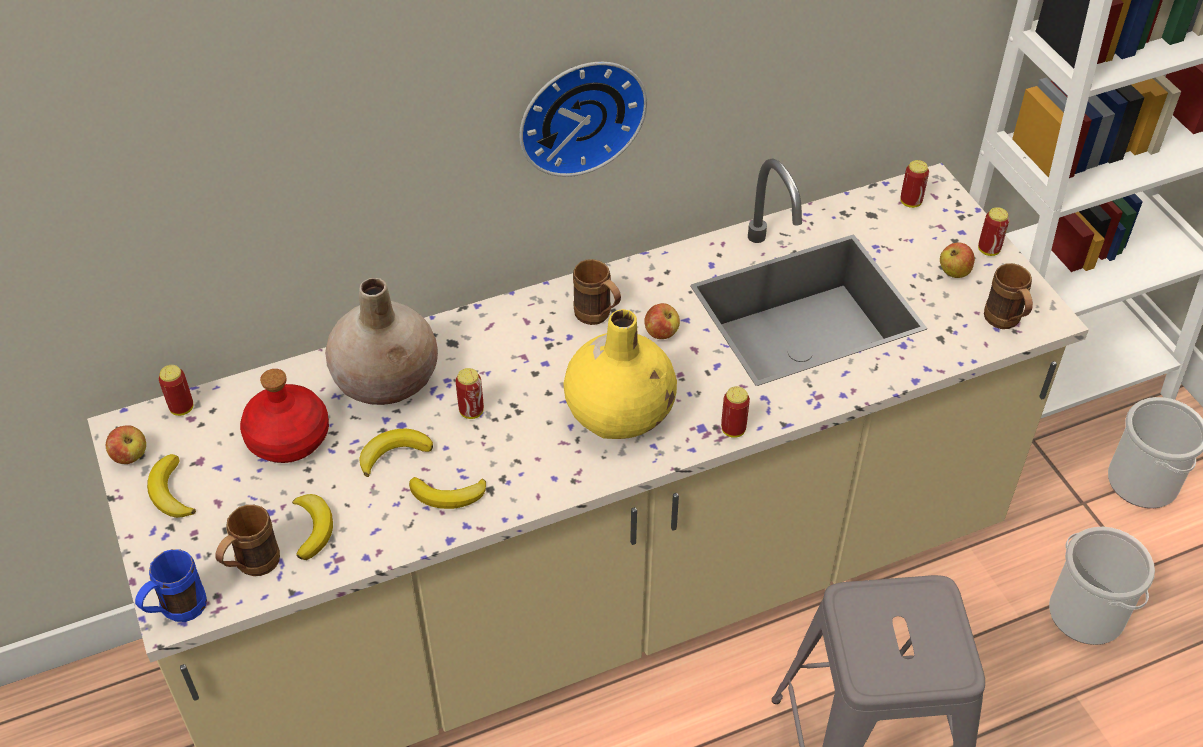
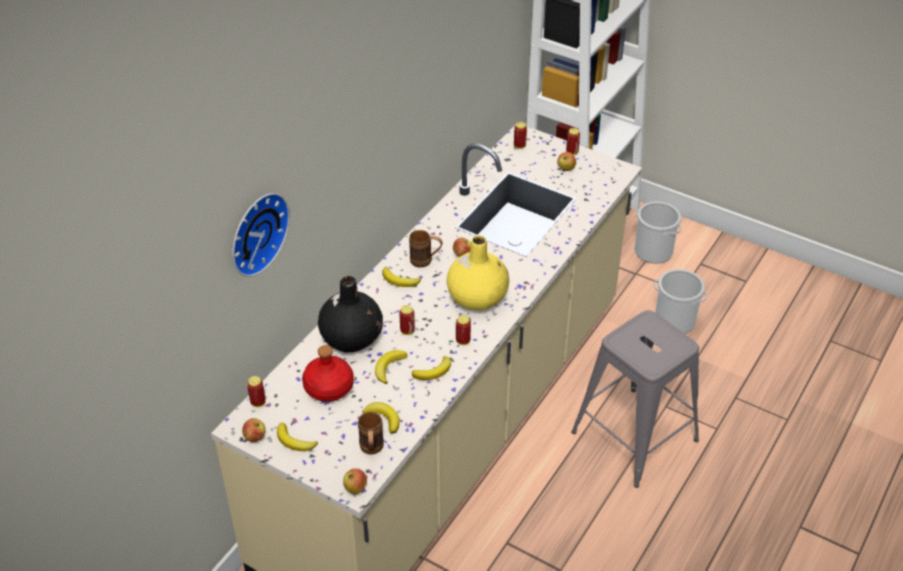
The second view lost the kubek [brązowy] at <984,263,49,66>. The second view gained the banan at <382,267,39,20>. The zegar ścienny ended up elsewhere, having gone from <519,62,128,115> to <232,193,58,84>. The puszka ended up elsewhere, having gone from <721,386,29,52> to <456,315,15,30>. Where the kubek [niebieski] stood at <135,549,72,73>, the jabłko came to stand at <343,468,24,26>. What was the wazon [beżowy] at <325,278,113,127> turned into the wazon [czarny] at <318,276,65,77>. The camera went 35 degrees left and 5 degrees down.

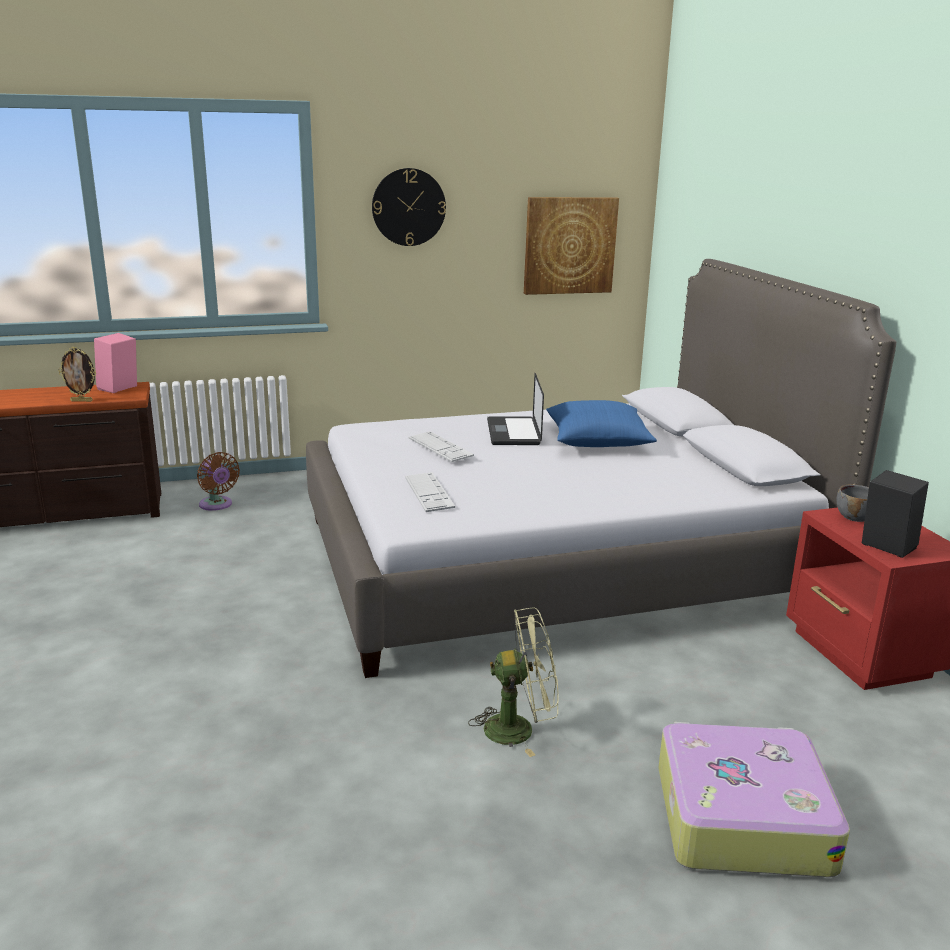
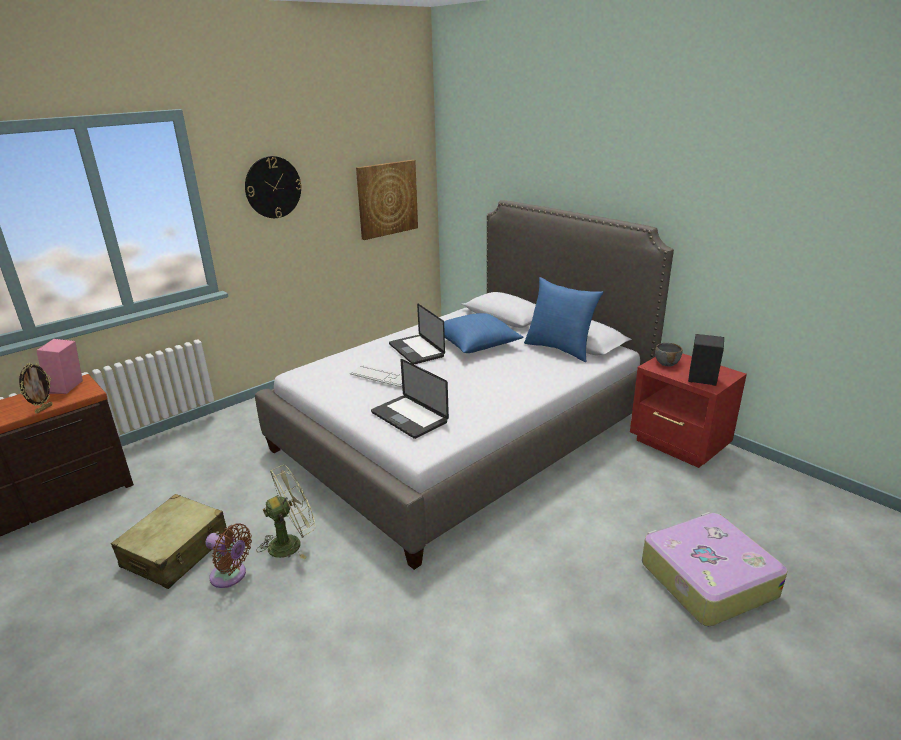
The second view gained the walizka [beżowy] at <111,494,116,95>. The second view gained the poduszka [niebieski] at <524,277,79,85>. The wentylator [brązowy] ended up elsewhere, having gone from <197,452,43,59> to <205,523,47,65>. The wentylator [zielony] ended up elsewhere, having gone from <468,607,91,150> to <256,465,60,94>. Where the klawiatura stood at <405,472,50,40>, the laptop came to stand at <371,359,78,80>. The ramka na zdjęcie at <58,347,38,55> ended up facing another way, 45 degrees counterclockwise from before. The camera went 25 degrees left and 5 degrees up.

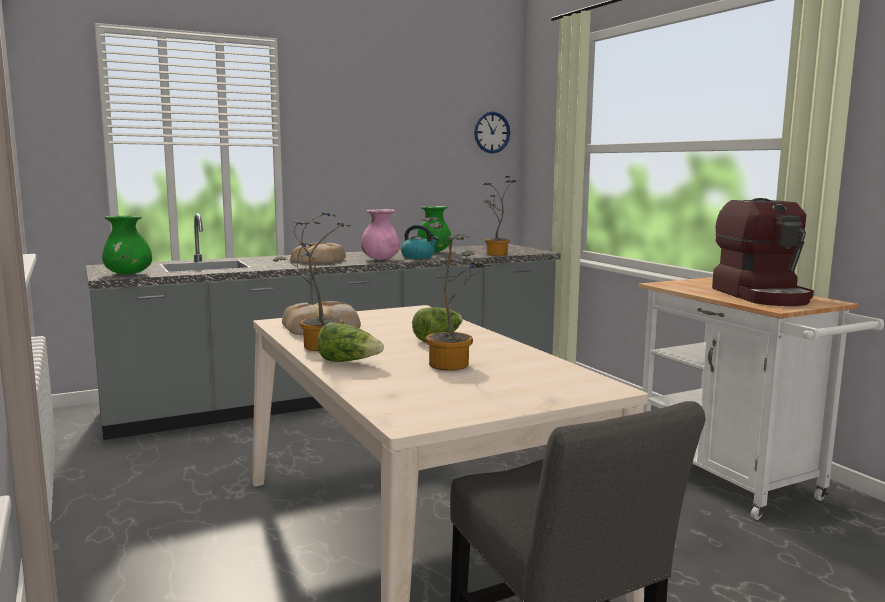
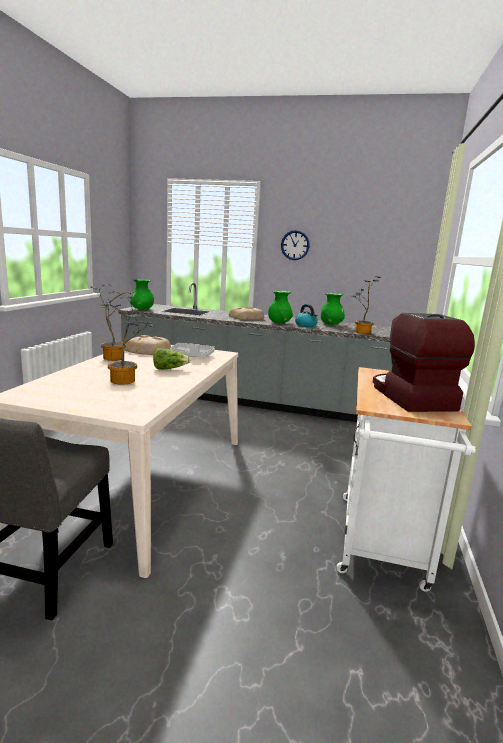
The second view lost the sałata at <317,322,67,40>. The second view gained the taca [szary] at <170,343,45,15>. The zegar ścienny ended up elsewhere, having gone from <474,111,36,43> to <281,230,29,30>. What was the wazon [różowy] at <361,209,39,51> turned into the wazon [zielony] at <268,290,25,33>. The ekspres do kawy at <712,198,102,108> ended up facing another way, 135 degrees clockwise from before. The camera went 40 degrees right and 5 degrees up.

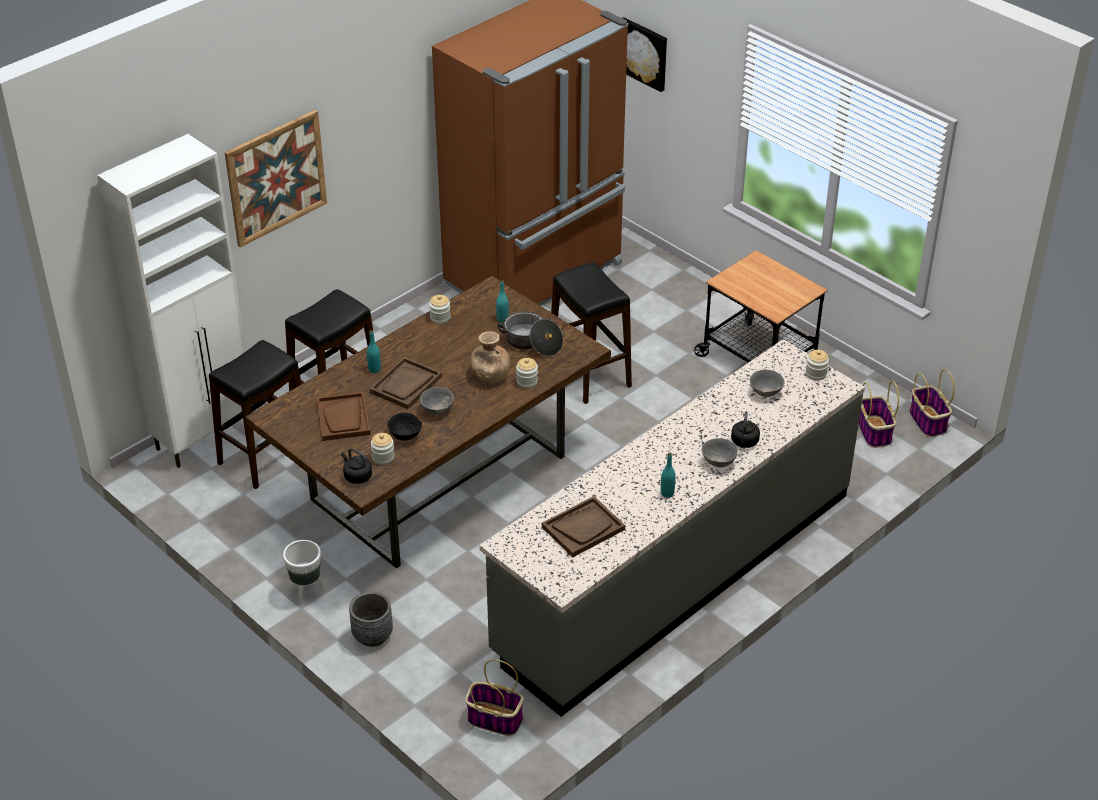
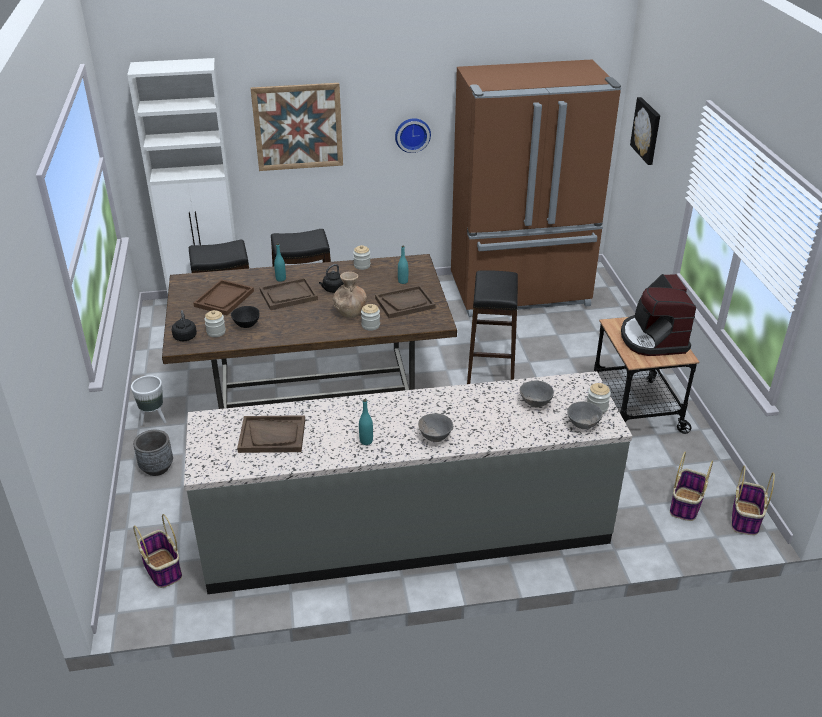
The second view gained the zegar ścienny at <395,118,36,35>. The second view gained the ekspres do kawy at <621,274,75,82>. The miska [szary] ended up elsewhere, having gone from <420,387,34,28> to <567,402,36,27>. The czajnik [czarny] ended up elsewhere, having gone from <731,411,29,37> to <319,264,25,29>. Where the garnek stood at <497,311,66,45>, the taca [brązowy] came to stand at <375,285,61,33>. The camera went 35 degrees right and 5 degrees down.

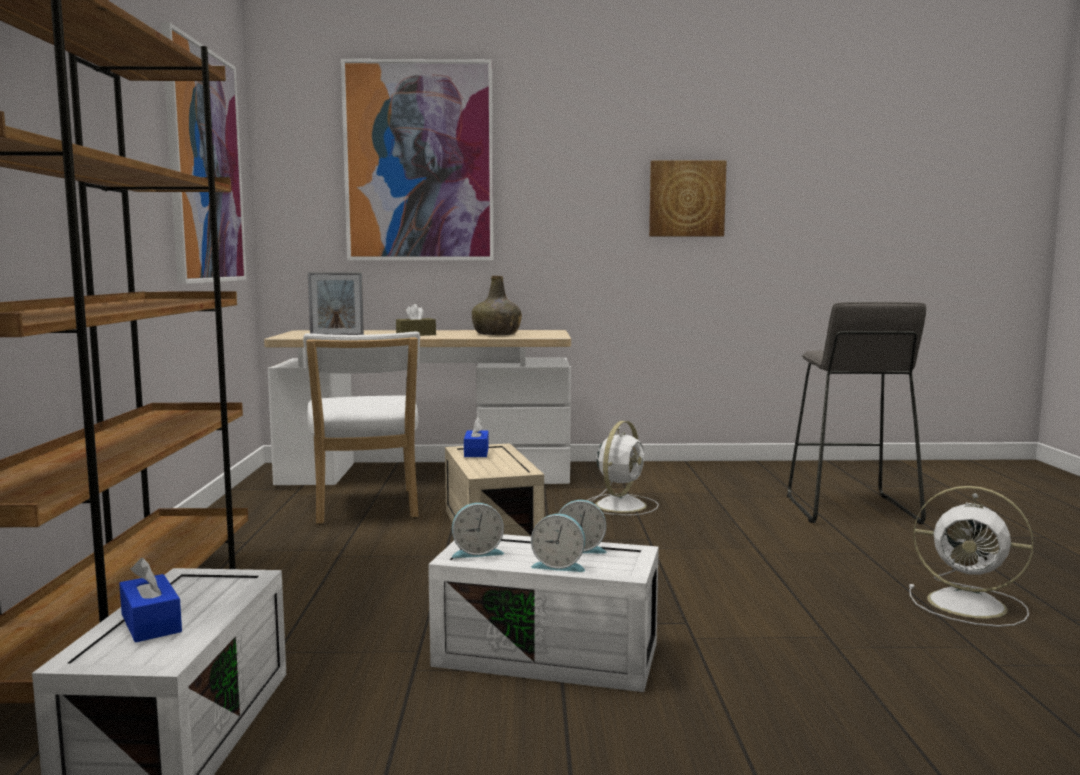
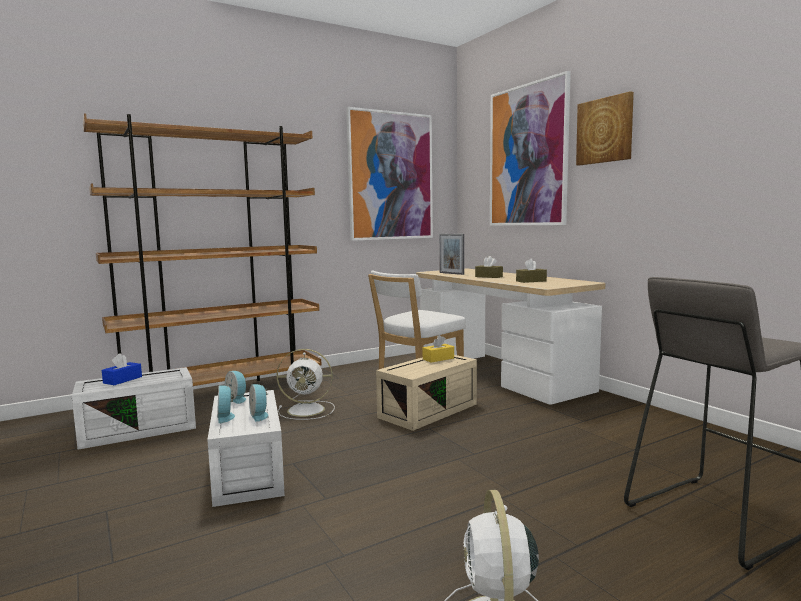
The wentylator [biały] ended up elsewhere, having gone from <587,421,72,95> to <277,349,58,71>. The obraz ended up elsewhere, having gone from <649,160,77,77> to <576,91,58,74>. Where the butelka [zielony] stood at <472,276,50,59>, the pudełko chusteczek [brązowy] came to stand at <516,258,31,25>. What was the pudełko chusteczek [niebieski] at <464,417,25,40> turned into the pudełko chusteczek [żółty] at <423,335,31,28>. The camera went 60 degrees right and 0 degrees up.

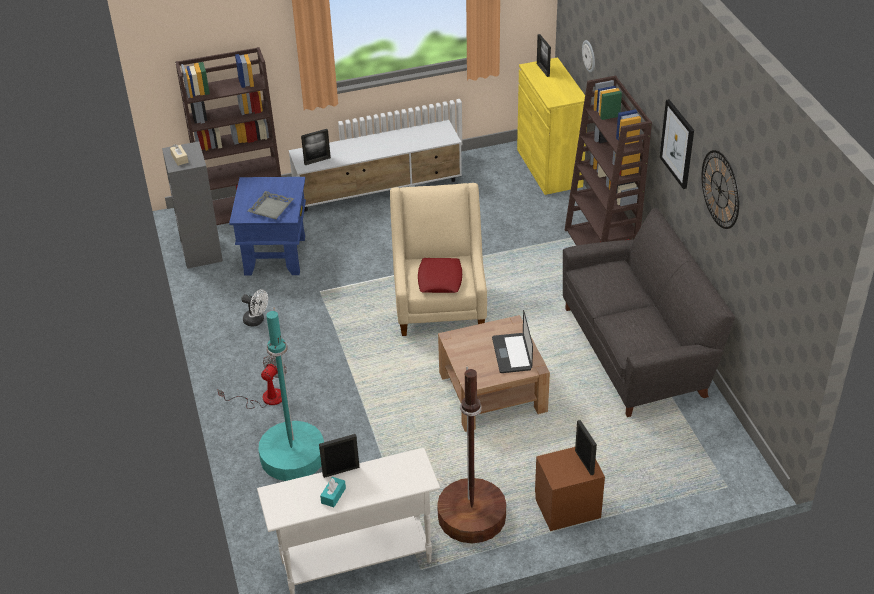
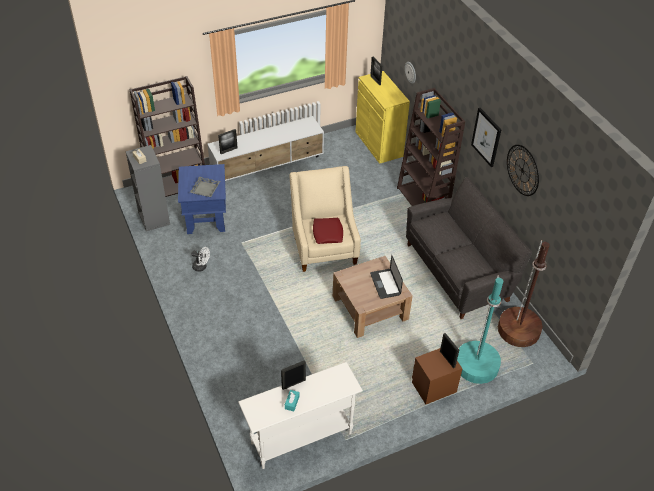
The second view lost the wentylator at <217,355,70,54>. The lampa stojąca [turkusowy] ended up elsewhere, having gone from <258,308,66,173> to <457,275,47,109>. The lampa stojąca [brązowy] ended up elsewhere, having gone from <437,366,69,177> to <498,240,52,107>. The camera went 10 degrees left and 5 degrees up.

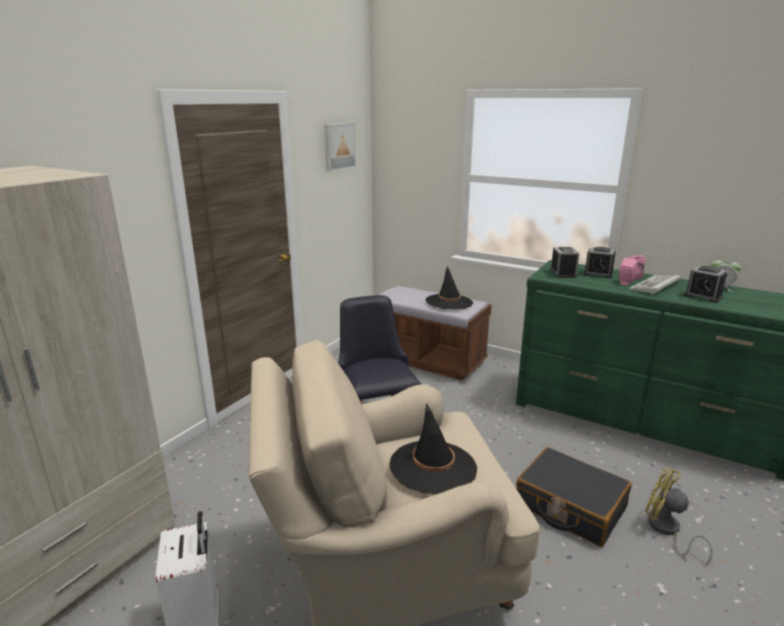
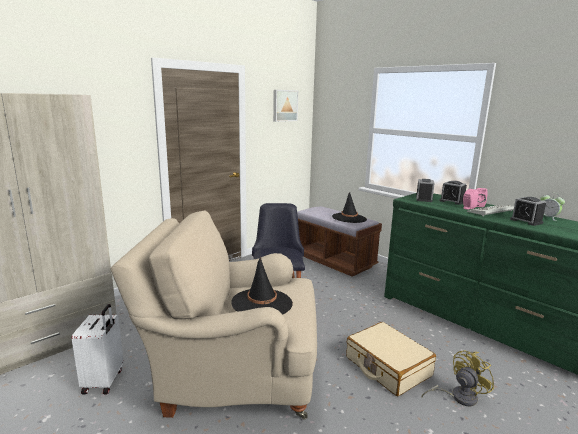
What was the walizka [czarny] at <516,447,116,100> turned into the walizka [beżowy] at <346,322,90,74>. The wentylator [żółty] at <645,467,68,99> ended up facing another way, 90 degrees clockwise from before. The camera went 15 degrees right and 5 degrees down.

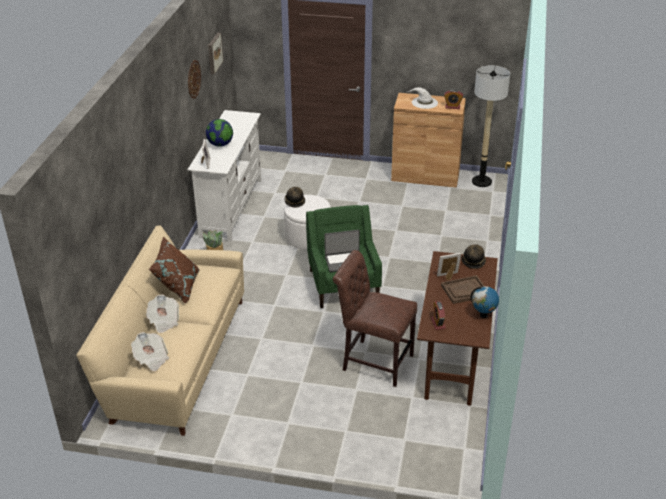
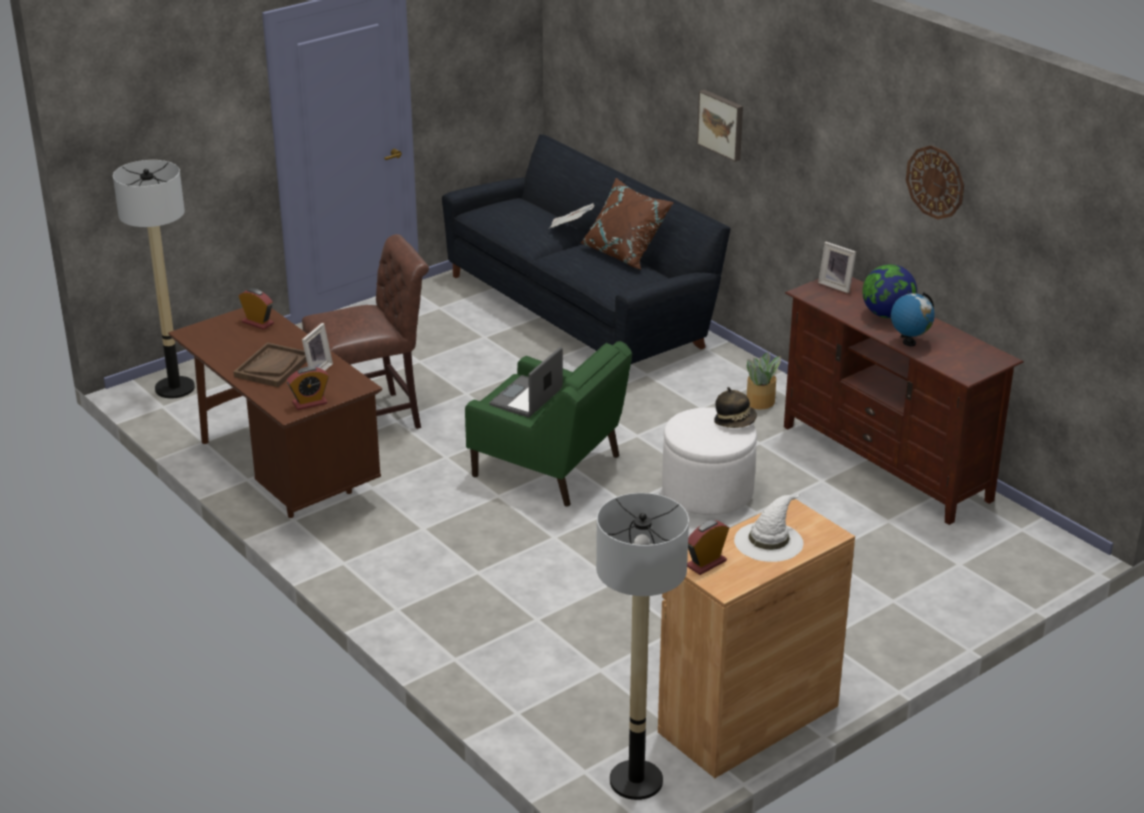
The second view lost the gazeta at <131,332,38,39>. The second view gained the lampa stojąca at <113,160,82,238>. The obraz ended up elsewhere, having gone from <208,33,16,41> to <697,90,46,72>. The globus ended up elsewhere, having gone from <471,286,28,32> to <891,292,44,54>. Where the kapelusz stood at <462,244,24,25>, the budzik came to stand at <287,366,42,44>. What was the kanapa [beżowy] at <76,225,168,211> turned into the kanapa [czarny] at <442,135,289,229>. What was the szafka pod telewizor [biały] at <187,110,74,131> turned into the szafka pod telewizor [brązowy] at <784,277,240,248>. The camera went 130 degrees right and 5 degrees down.

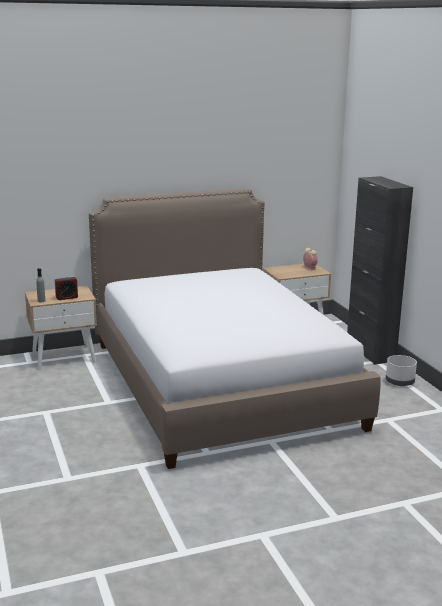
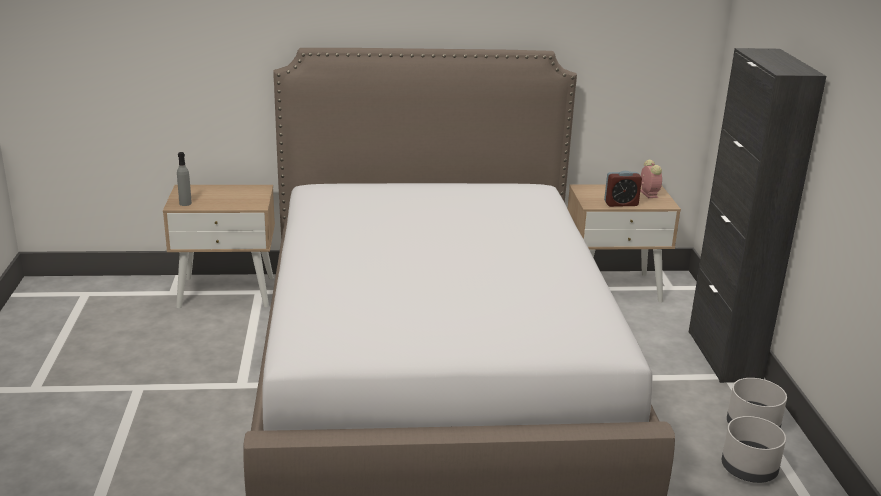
The second view gained the donica [szary] at <722,416,64,67>. The budzik ended up elsewhere, having gone from <55,276,23,24> to <604,171,38,36>. The camera went 15 degrees right and 5 degrees up.

